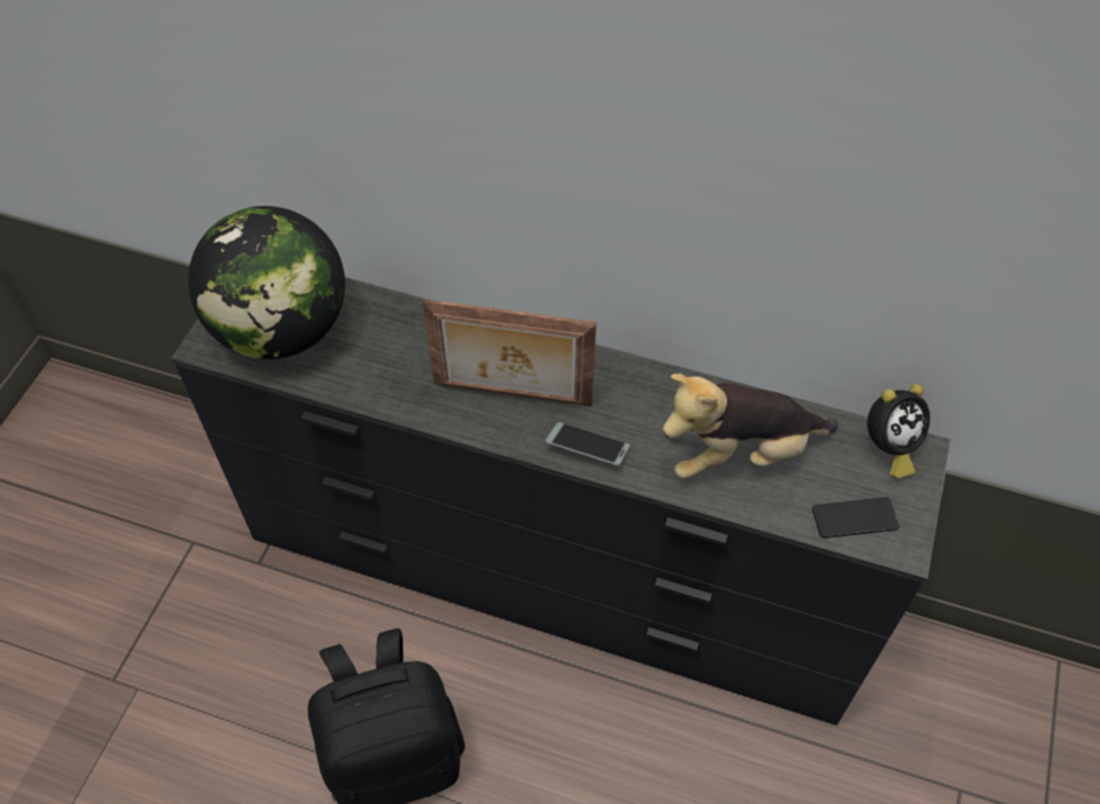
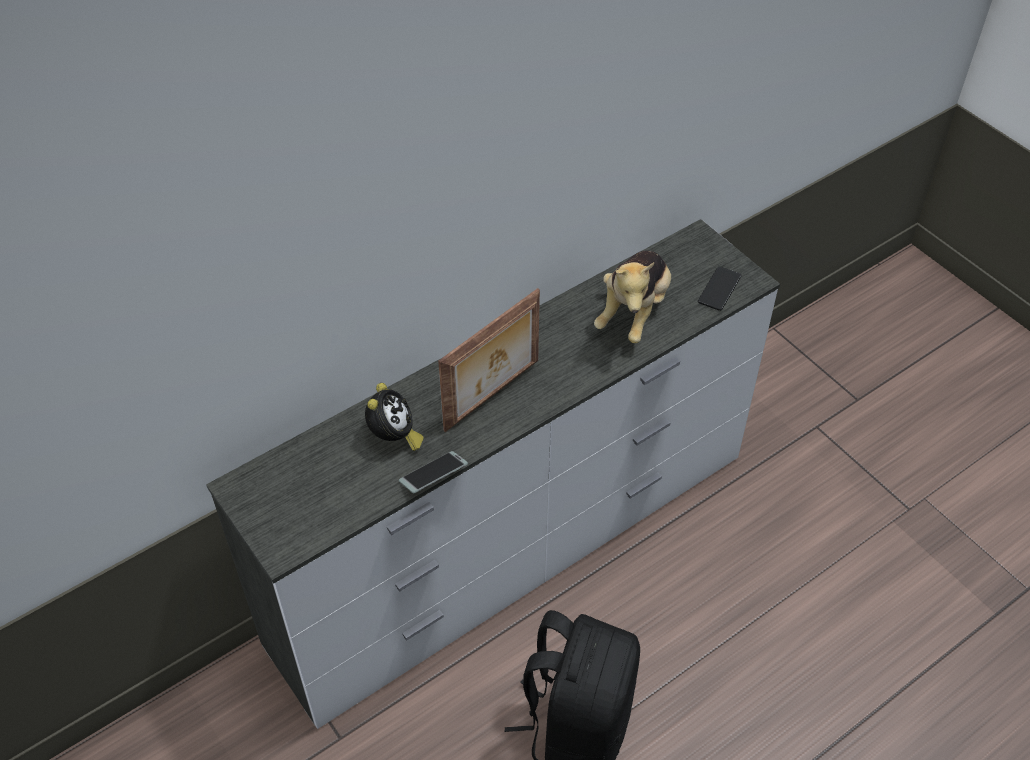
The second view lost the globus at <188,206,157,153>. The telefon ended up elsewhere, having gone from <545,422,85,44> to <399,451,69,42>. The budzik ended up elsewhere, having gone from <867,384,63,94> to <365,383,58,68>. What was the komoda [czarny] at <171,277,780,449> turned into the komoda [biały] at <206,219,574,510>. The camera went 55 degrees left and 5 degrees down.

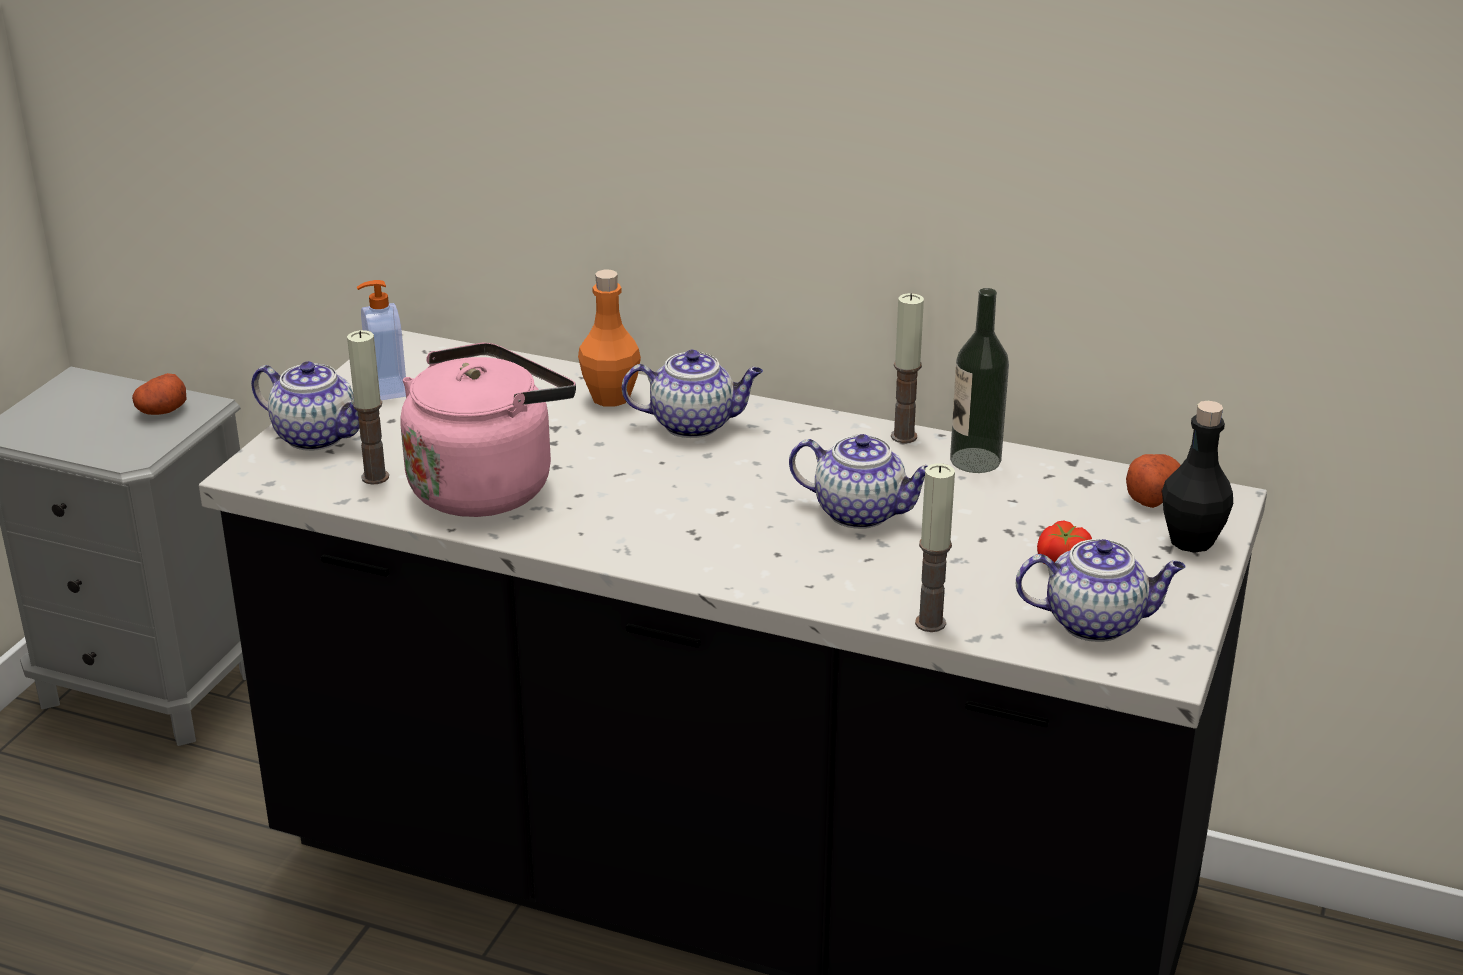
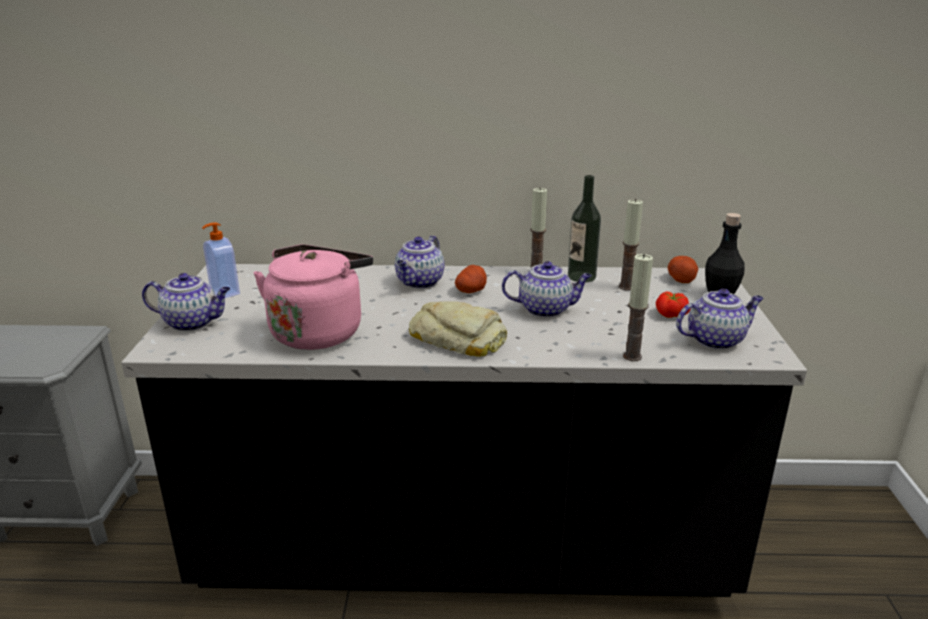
The second view lost the butelka [pomarańczowy] at <578,270,63,137>. The second view gained the chleb at <409,301,98,56>. The ziemniak ended up elsewhere, having gone from <132,373,55,42> to <455,265,32,28>. The świeca ended up elsewhere, having gone from <347,330,42,155> to <619,199,24,91>. The imbryk at <622,350,141,88> ended up facing another way, 135 degrees clockwise from before. The camera went 20 degrees left and 5 degrees down.

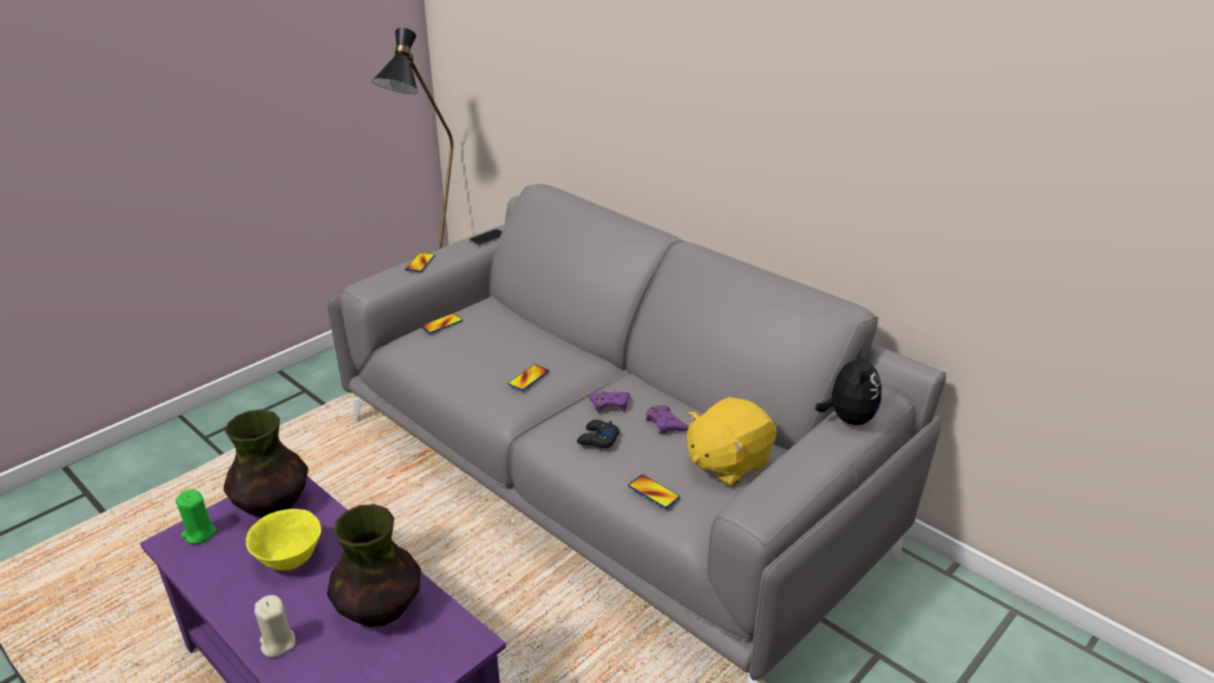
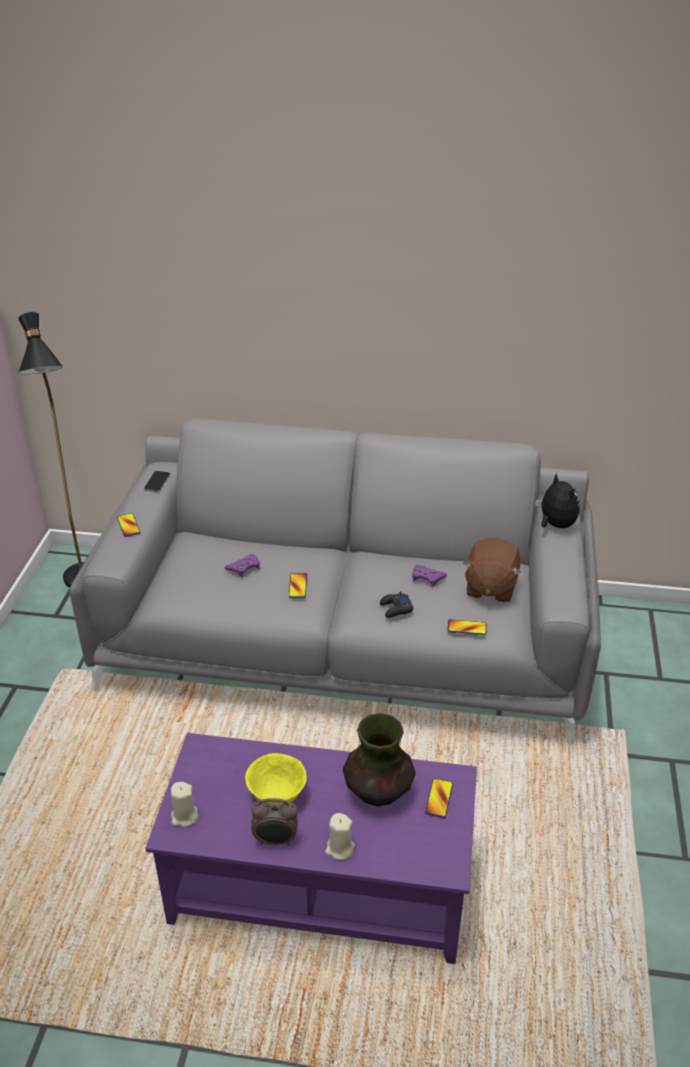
The second view lost the wazon at <223,409,85,109>. The second view gained the budzik at <251,798,47,47>. The telefon ended up elsewhere, having gone from <421,313,42,21> to <425,778,28,40>. The pad do gier [fioletowy] ended up elsewhere, having gone from <588,391,42,22> to <225,554,35,23>. What was the świeca [zielony] at <176,489,40,55> turned into the świeca [beżowy] at <171,782,28,45>. What was the pluszak [żółty] at <687,397,90,89> turned into the pluszak [brązowy] at <463,538,58,64>. The camera went 35 degrees left and 5 degrees up.

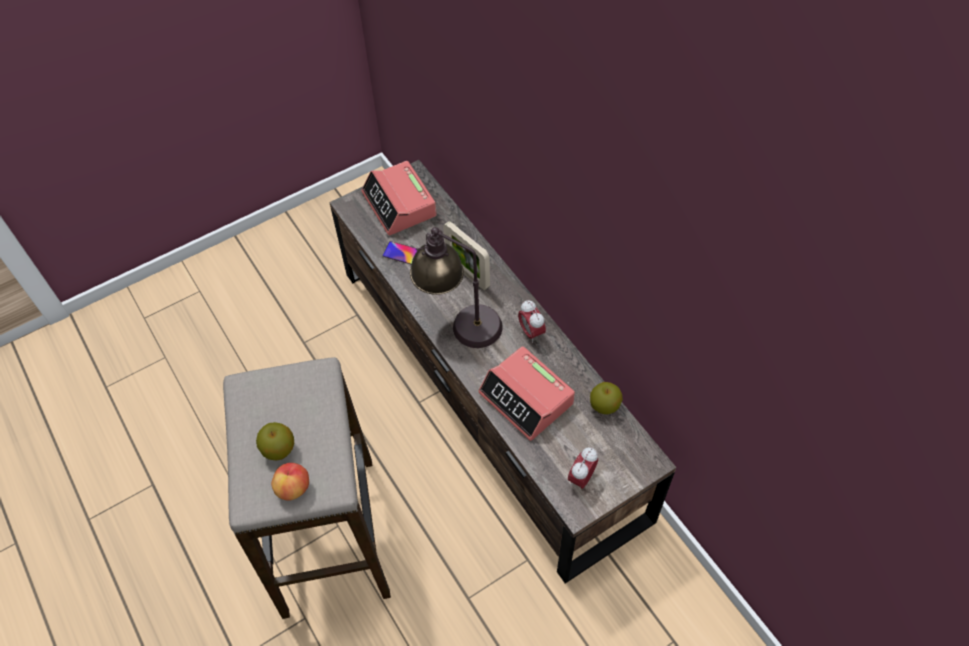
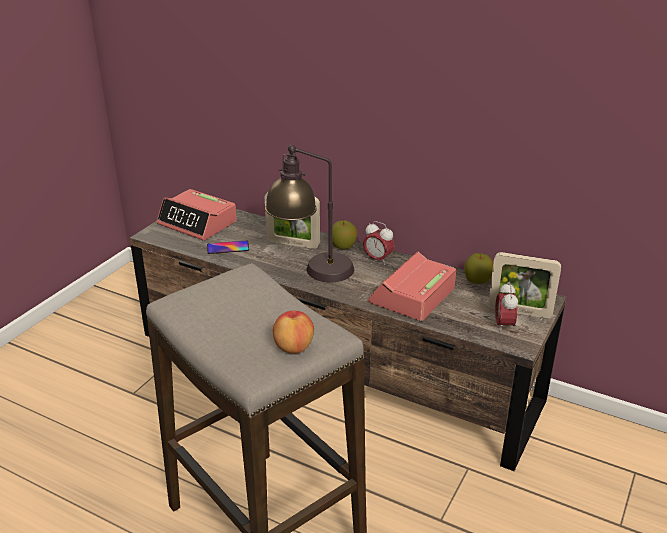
The second view gained the ramka na zdjęcie at <488,252,73,66>. The jabłko ended up elsewhere, having gone from <256,422,38,39> to <332,220,25,29>. The budzik at <478,346,97,95> ended up facing another way, 105 degrees clockwise from before. The camera went 30 degrees left and 25 degrees down.

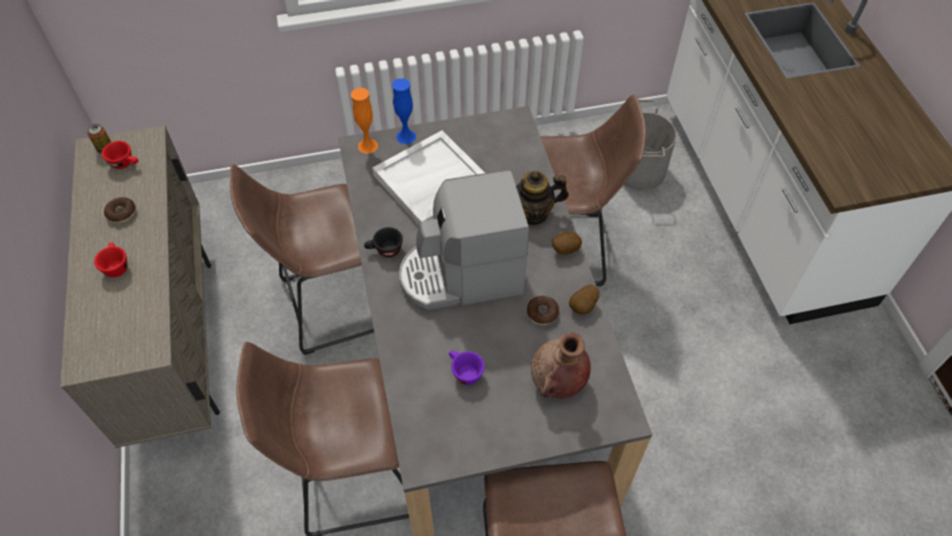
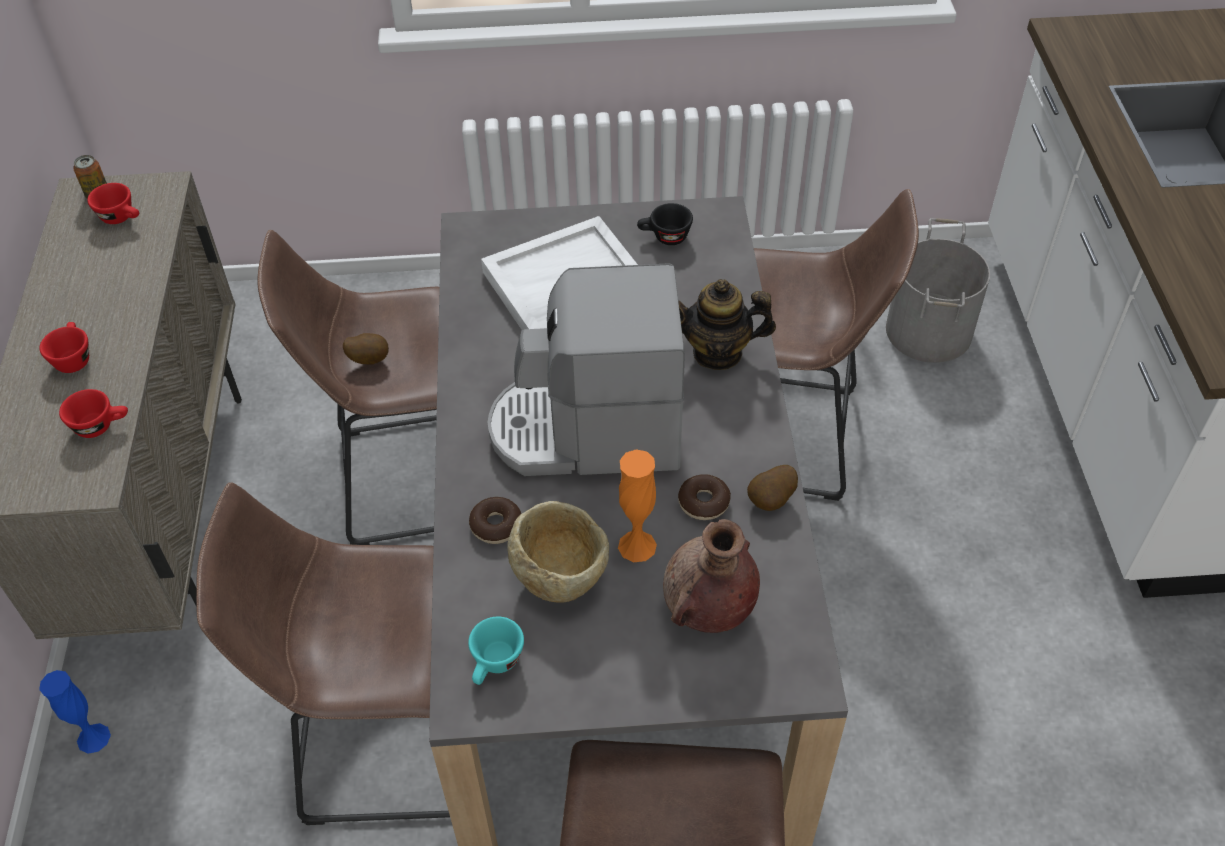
The second view gained the filiżanka [czerwony] at <59,389,69,49>. The second view gained the filiżanka [turkusowy] at <468,617,56,68>. The donut ended up elsewhere, having gone from <104,197,32,26> to <469,497,52,47>. The wazon [pomarańczowy] ended up elsewhere, having gone from <351,88,27,66> to <618,449,39,113>. The filiżanka [czarny] ended up elsewhere, having gone from <364,227,39,30> to <637,203,56,42>. The wazon [niebieski] ended up elsewhere, having gone from <392,78,24,66> to <39,670,72,84>. The ziemniak ended up elsewhere, having gone from <552,232,30,22> to <343,333,46,32>. Where the filiżanka [fioletowy] stood at <449,351,36,34>, the miska [beżowy] came to stand at <507,501,102,102>. The camera went 10 degrees right and 5 degrees down.

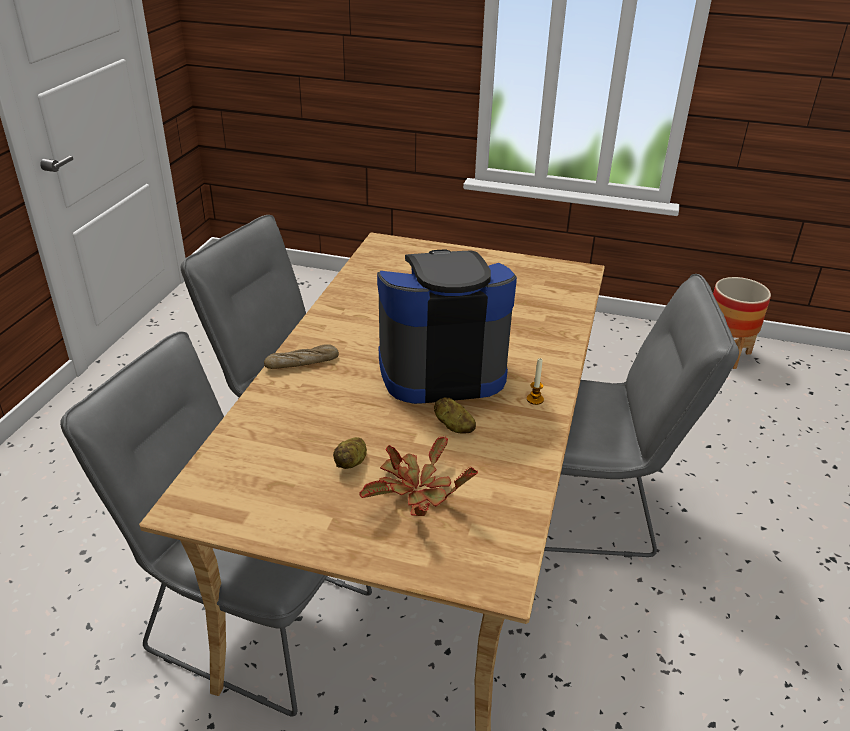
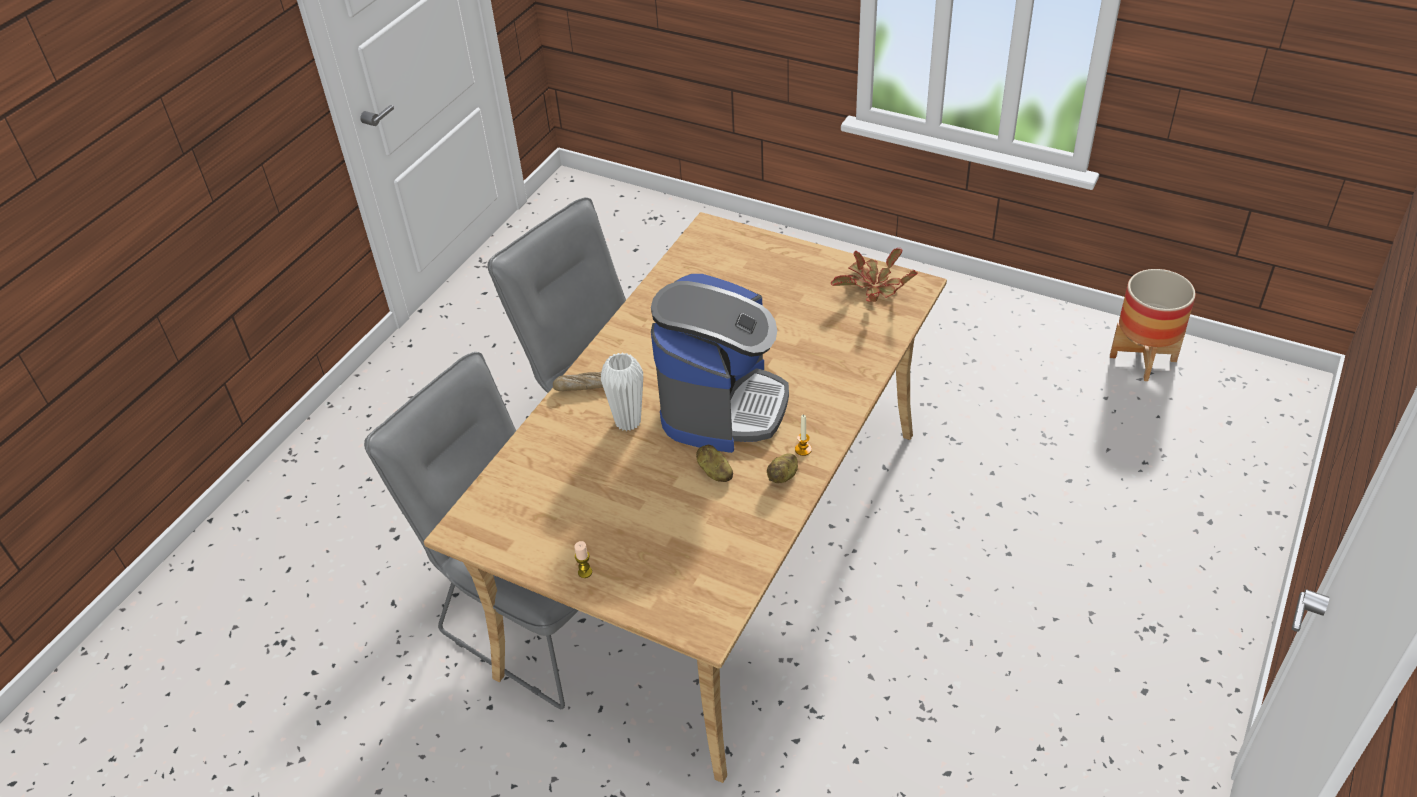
The second view lost the krzesło [szary] at <544,274,195,284>. The second view gained the świeca at <574,541,18,37>. The second view gained the wazon [biały] at <601,352,42,79>. The ziemniak ended up elsewhere, having gone from <333,437,34,32> to <767,453,31,30>. The roślina doniczkowa ended up elsewhere, having gone from <359,436,119,80> to <831,247,87,55>. The ekspres do kawy at <377,249,140,155> ended up facing another way, 105 degrees clockwise from before. The camera went 15 degrees right and 10 degrees up.

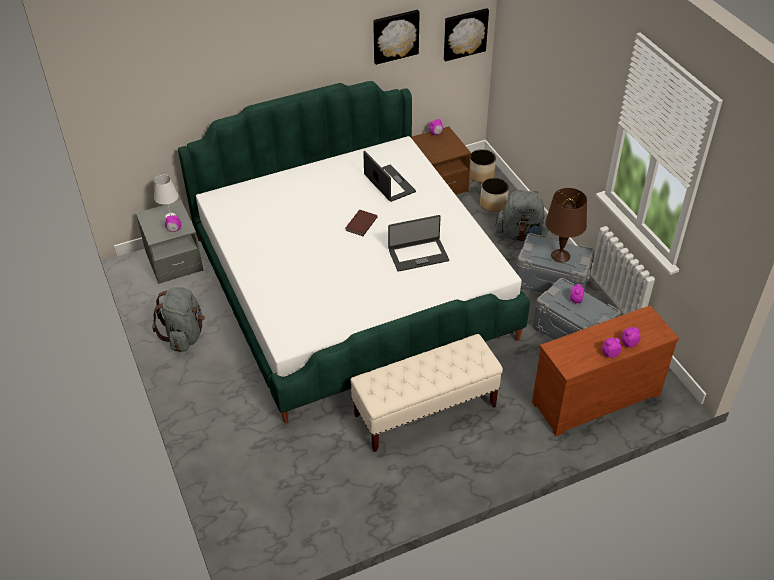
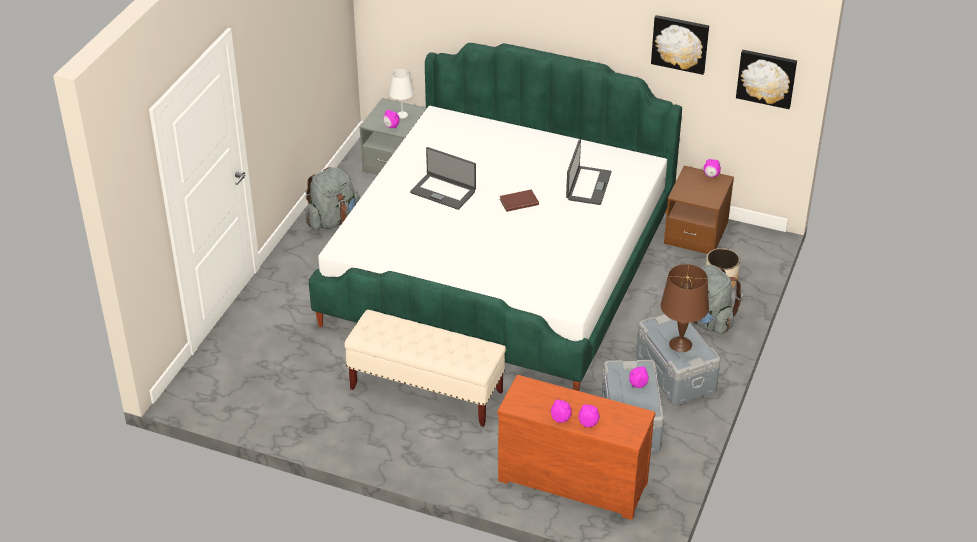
The second view lost the donica at <469,149,27,34>. The laptop ended up elsewhere, having gone from <388,215,61,57> to <410,147,66,63>. The camera went 45 degrees right and 5 degrees down.

